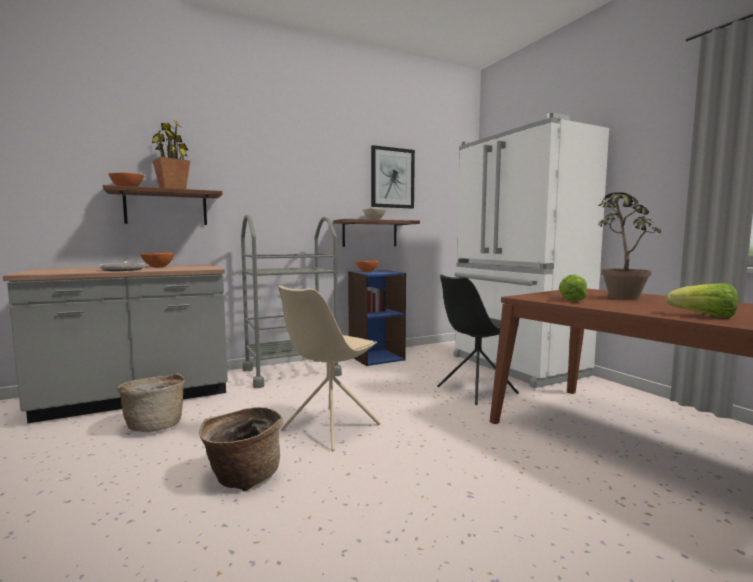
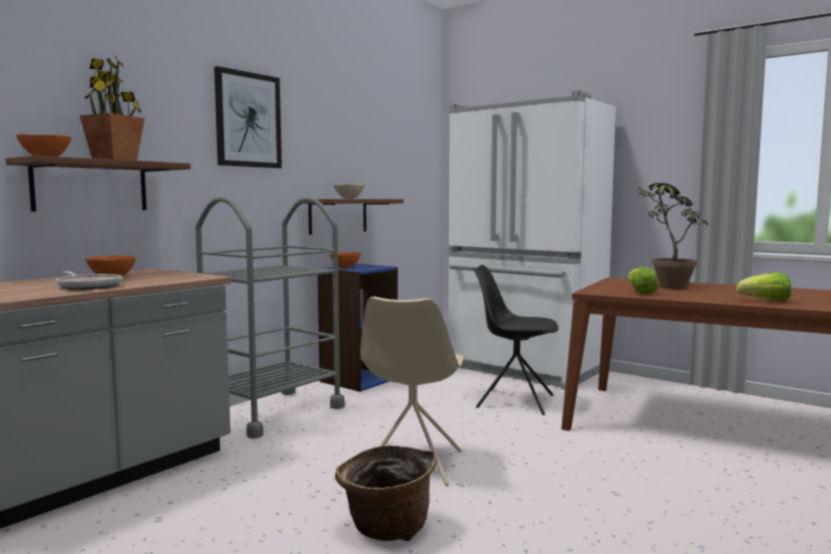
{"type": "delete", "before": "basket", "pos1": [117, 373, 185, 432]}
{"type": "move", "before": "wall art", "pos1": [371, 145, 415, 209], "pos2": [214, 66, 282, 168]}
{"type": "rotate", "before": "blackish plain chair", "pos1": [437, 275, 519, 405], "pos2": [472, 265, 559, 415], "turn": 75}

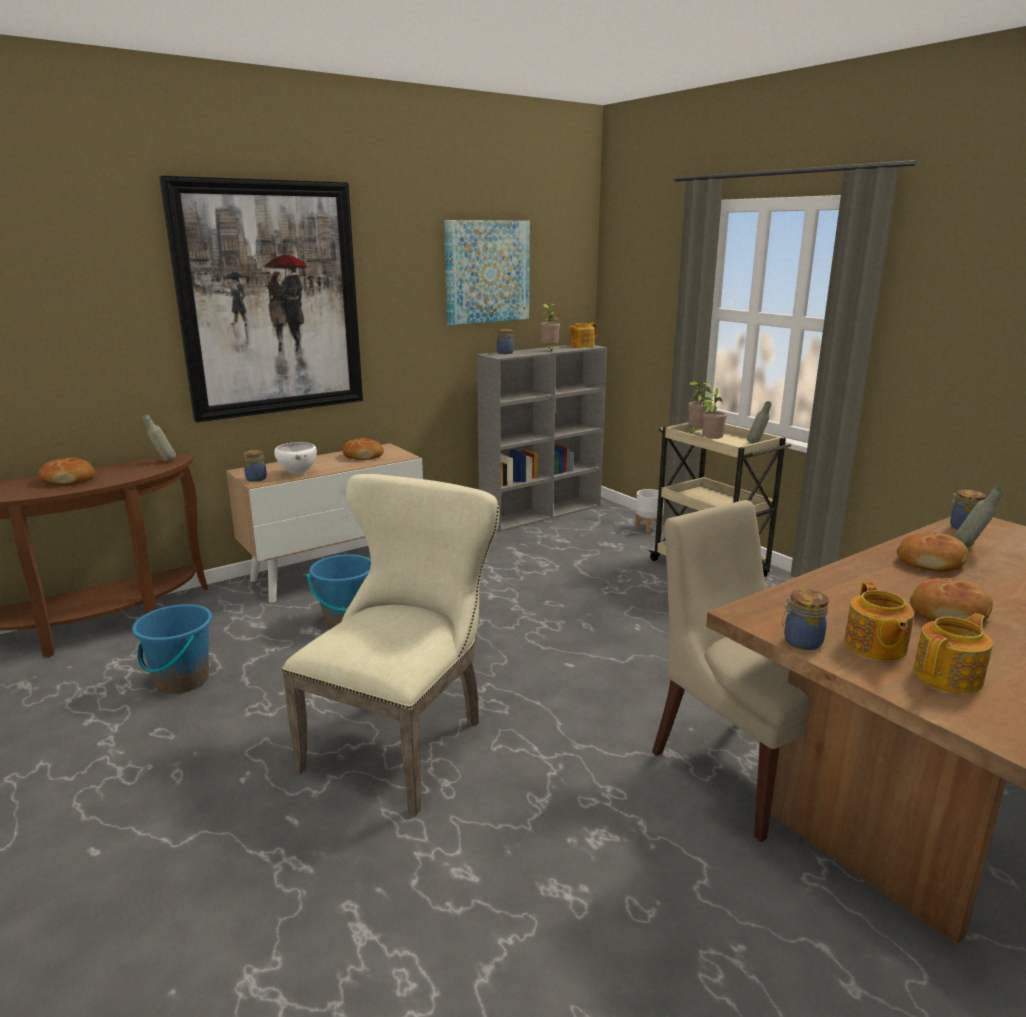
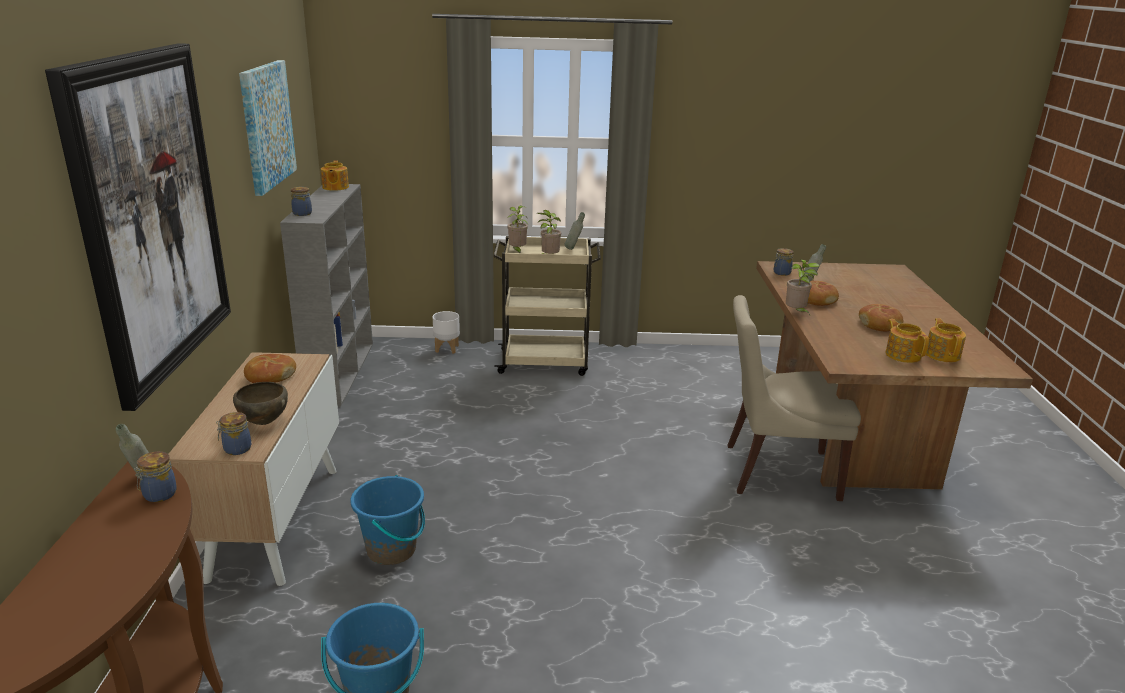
{"type": "delete", "before": "bread", "pos1": [39, 457, 95, 485]}
{"type": "delete", "before": "sand-coloured plain chair", "pos1": [282, 474, 500, 816]}
{"type": "move", "before": "houseplant", "pos1": [540, 304, 560, 351], "pos2": [786, 259, 820, 315]}
{"type": "move", "before": "storage jar", "pos1": [781, 589, 829, 650], "pos2": [134, 451, 177, 502]}
{"type": "recolor", "before": "white-coloured bowl", "after": "brown-coloured bowl", "pos1": [274, 442, 317, 474], "pos2": [233, 382, 288, 425]}
{"type": "rotate", "before": "pot for tea", "pos1": [844, 582, 914, 661], "pos2": [885, 319, 929, 363], "turn": -150}

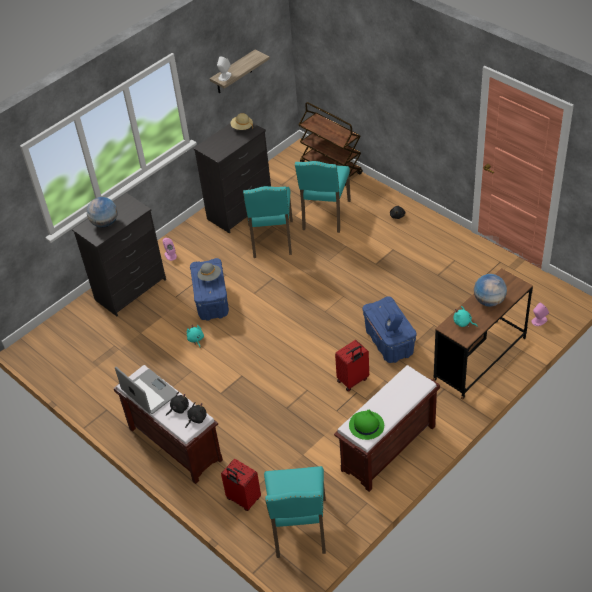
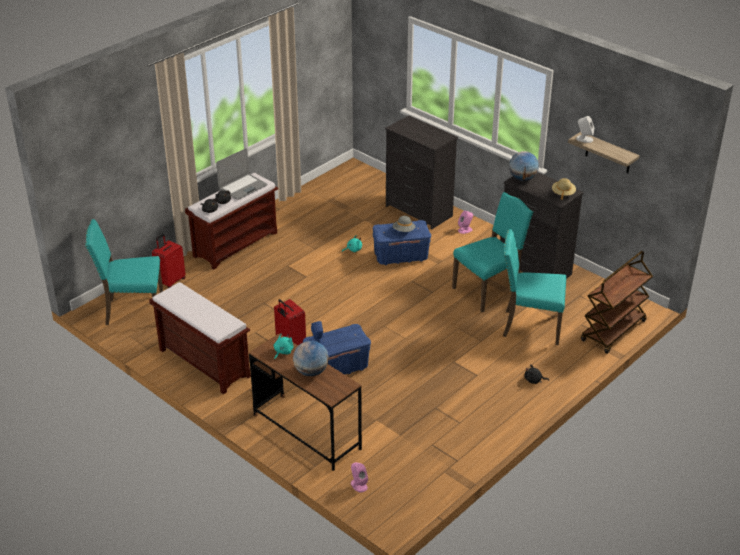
{"type": "delete", "before": "green-coloured wearable hat", "pos1": [349, 410, 384, 440]}
{"type": "move", "before": "desk globe", "pos1": [87, 197, 118, 228], "pos2": [509, 151, 539, 181]}
{"type": "rotate", "before": "turquoise-coloured plain chair", "pos1": [243, 186, 293, 258], "pos2": [452, 192, 533, 312], "turn": 150}

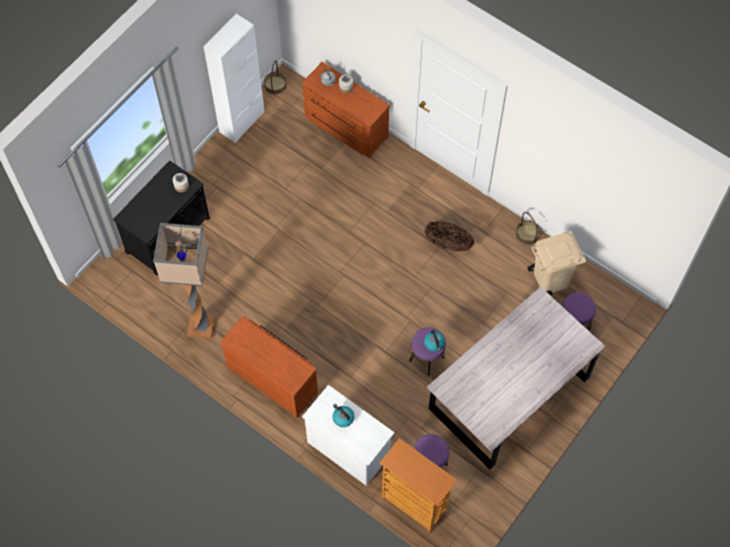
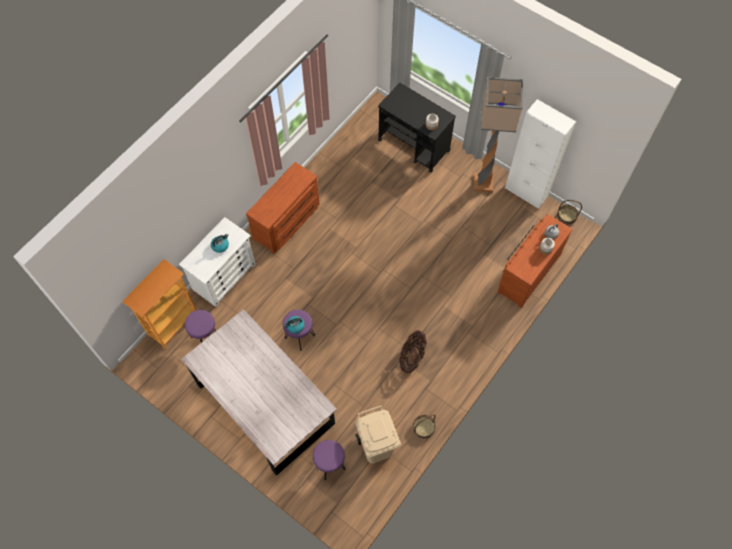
{"type": "move", "before": "standard lamp", "pos1": [153, 223, 215, 339], "pos2": [473, 77, 523, 193]}

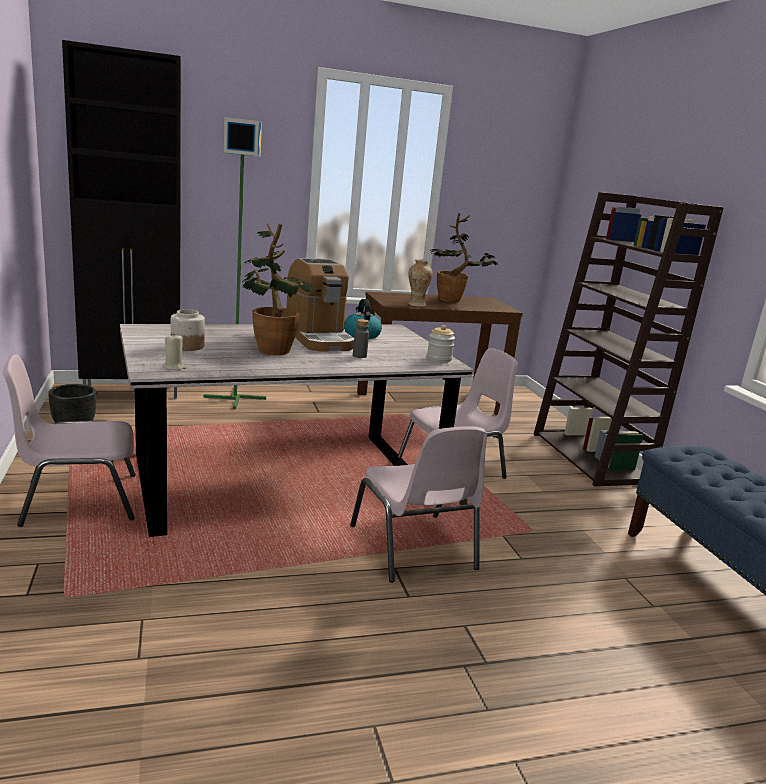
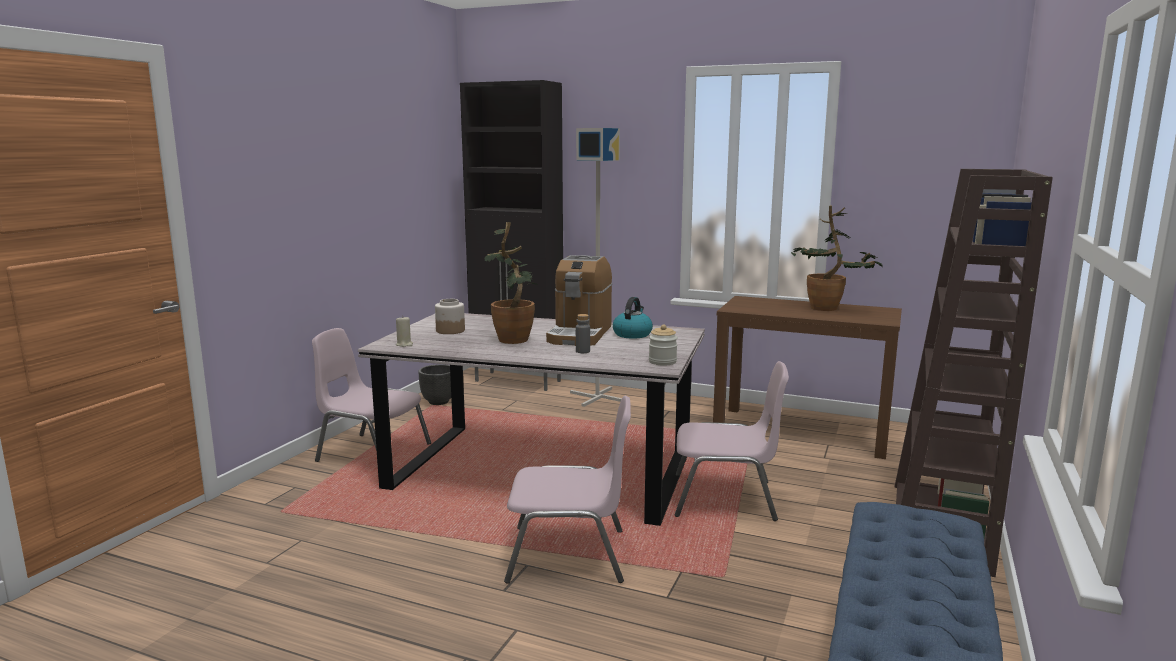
{"type": "delete", "before": "vase", "pos1": [408, 259, 433, 307]}
{"type": "recolor", "before": "green-coloured standard lamp", "after": "grey standard lamp", "pos1": [204, 117, 266, 409], "pos2": [570, 128, 622, 407]}
{"type": "rotate", "before": "pink-coloured plain chair", "pos1": [350, 426, 487, 583], "pos2": [504, 396, 631, 584], "turn": -105}

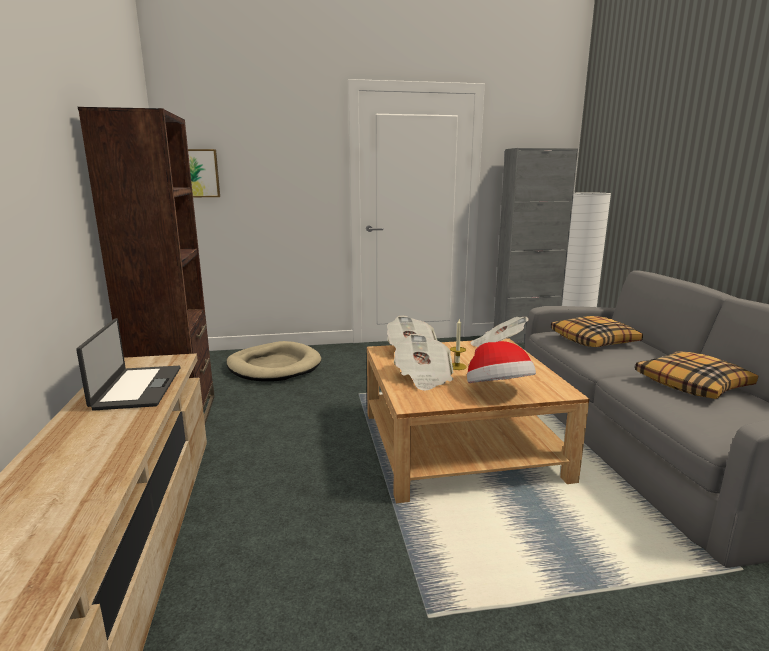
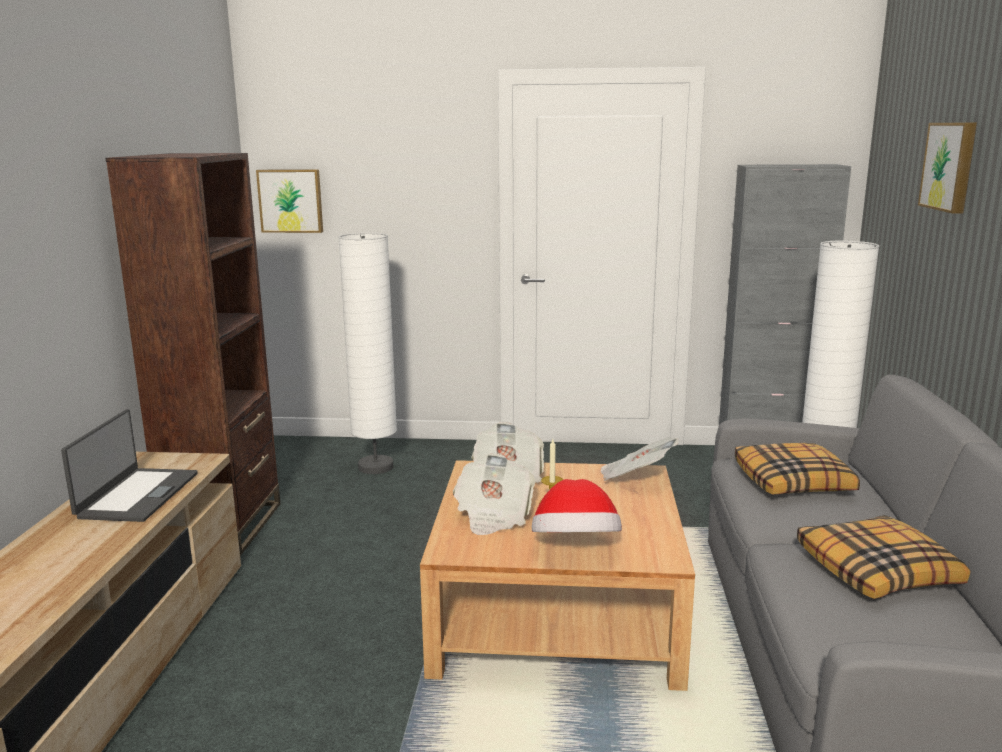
{"type": "insert", "after": "wall art", "pos2": [918, 123, 977, 214]}
{"type": "replace", "before": "sand-coloured dog bed", "after": "white-coloured standard lamp", "pos1": [226, 341, 321, 381], "pos2": [338, 232, 397, 474]}

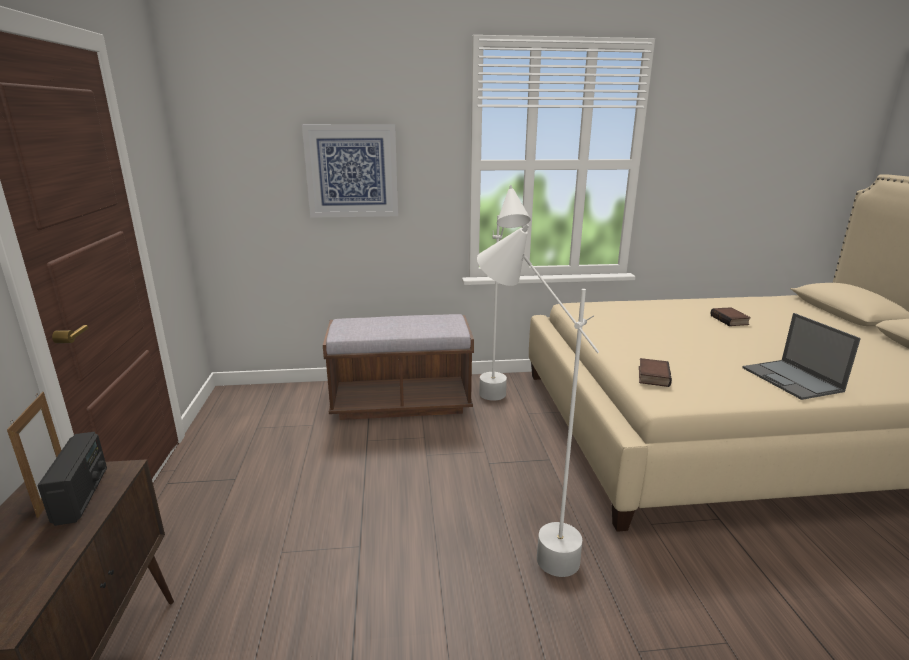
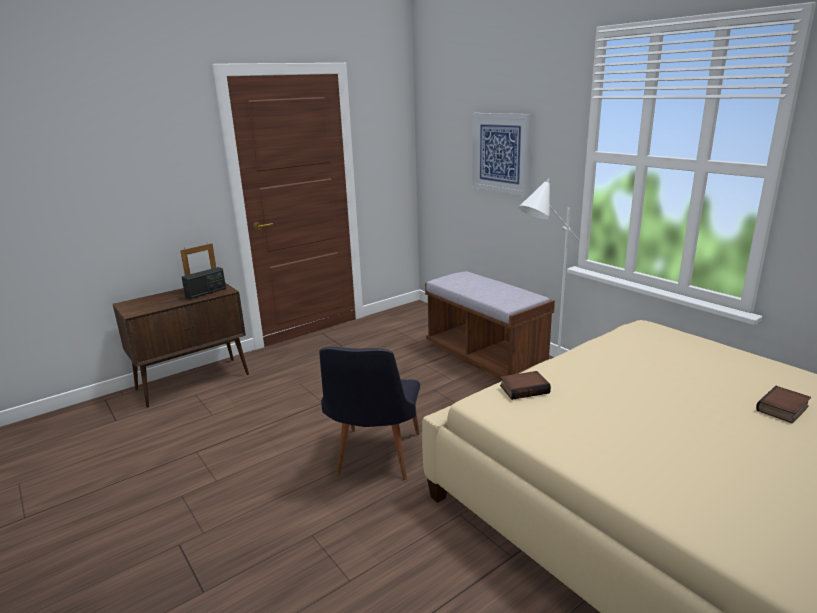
{"type": "delete", "before": "notebook computer", "pos1": [742, 313, 861, 400]}
{"type": "replace", "before": "white-coloured standard lamp", "after": "blackish plain chair", "pos1": [477, 224, 599, 577], "pos2": [319, 347, 420, 480]}

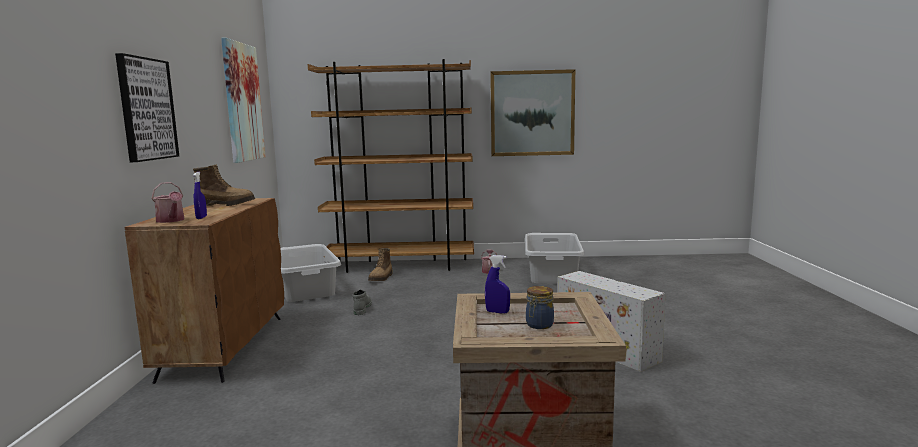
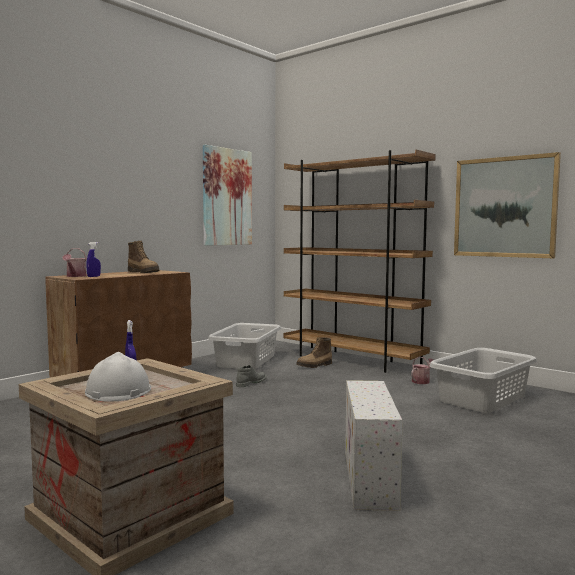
{"type": "delete", "before": "wall art", "pos1": [115, 53, 179, 162]}
{"type": "replace", "before": "storage jar", "after": "white-coloured safety helmet", "pos1": [526, 286, 554, 329], "pos2": [85, 352, 151, 402]}

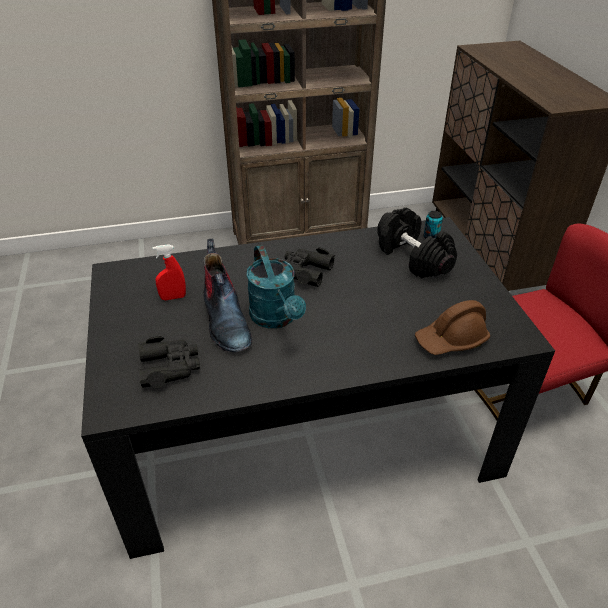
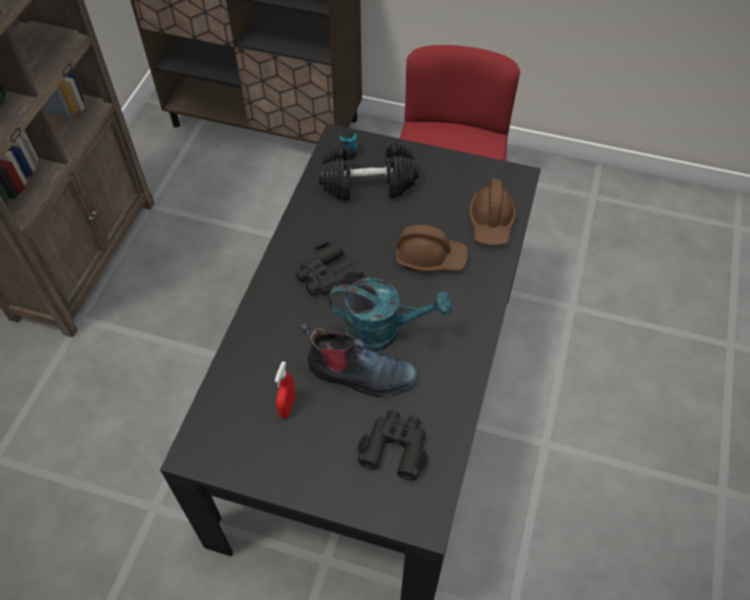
{"type": "insert", "after": "brown-coloured safety helmet", "pos2": [396, 225, 468, 272]}

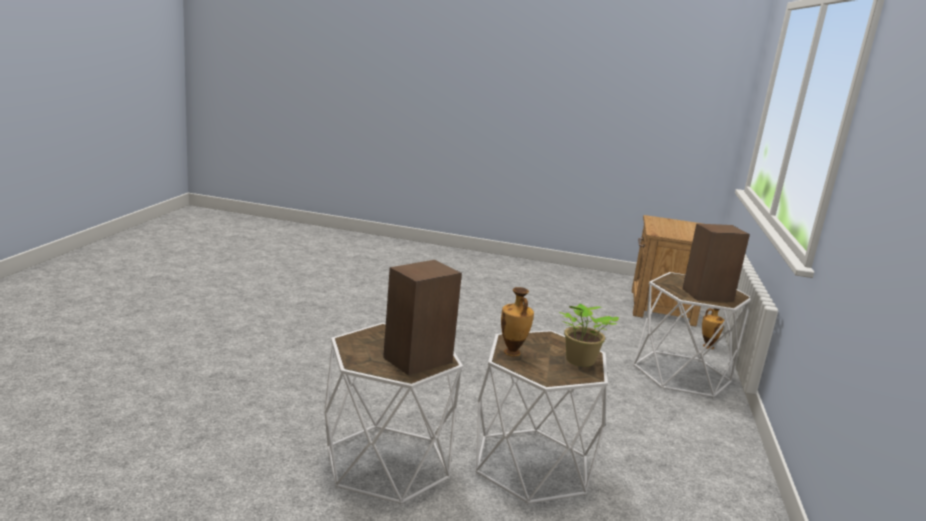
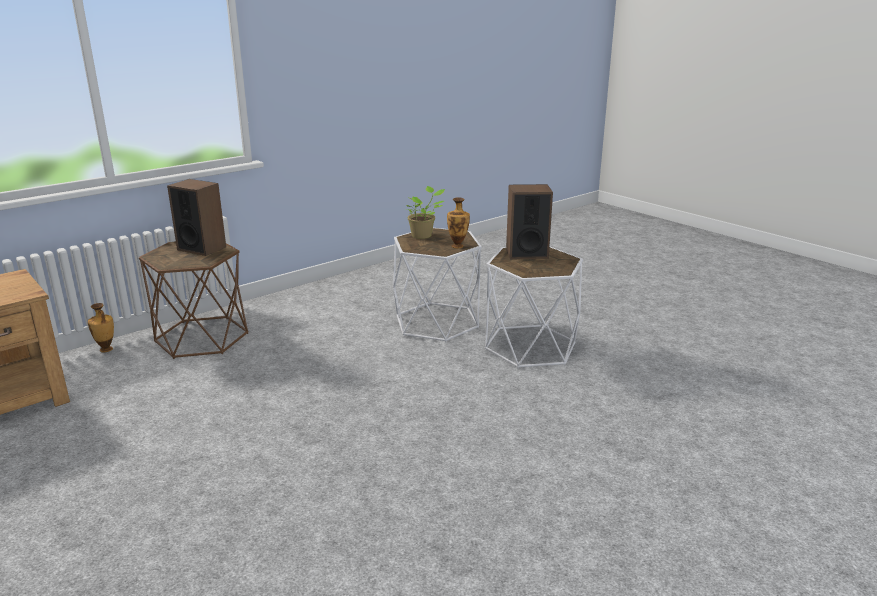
{"type": "recolor", "before": "white-coloured side table", "after": "brown-coloured side table", "pos1": [633, 272, 751, 398], "pos2": [139, 241, 249, 359]}

